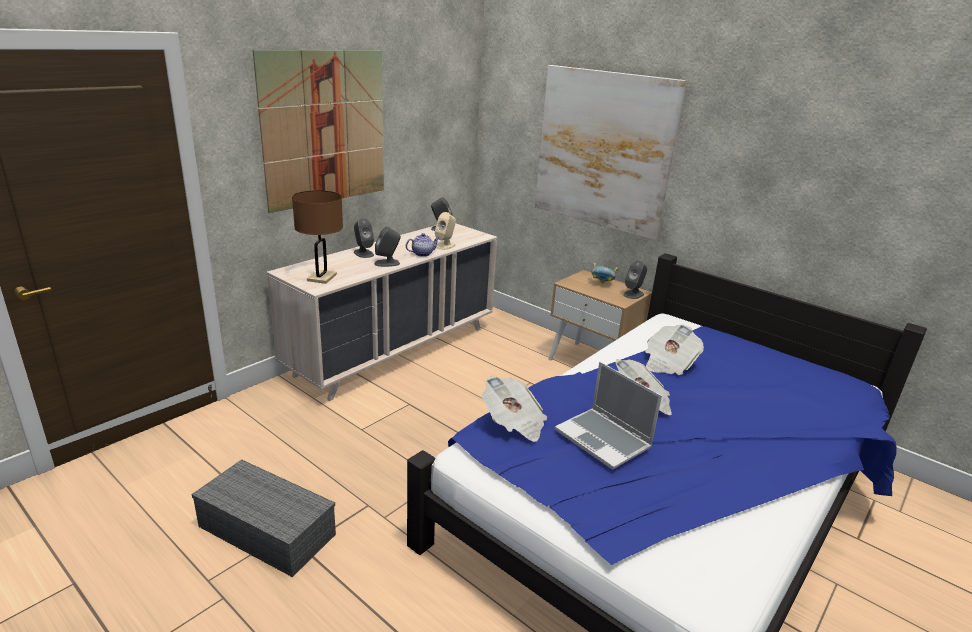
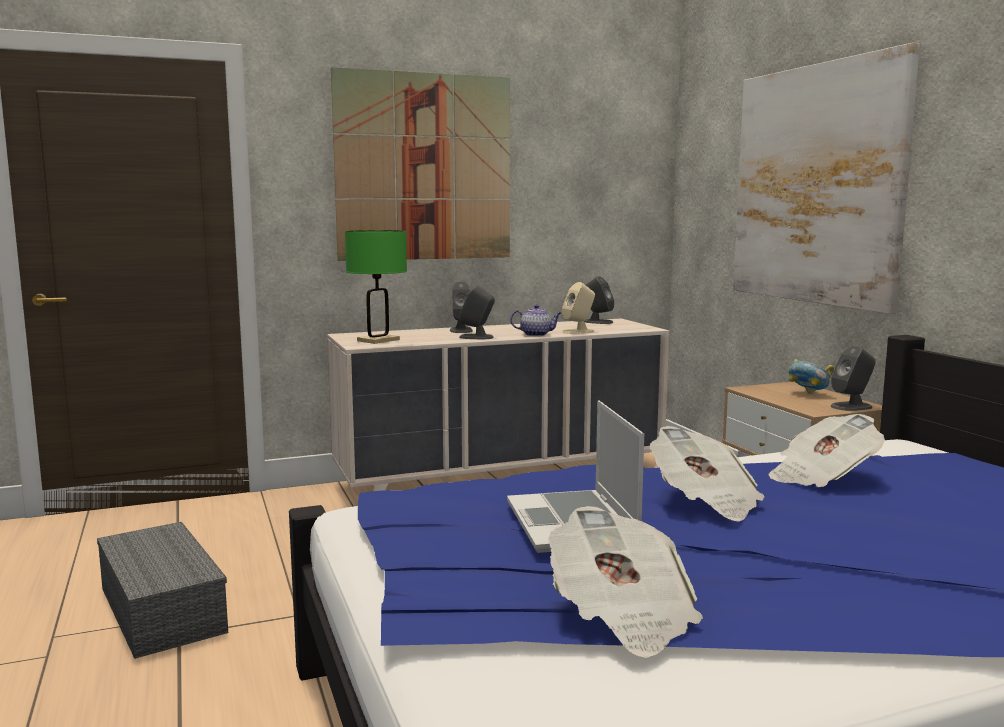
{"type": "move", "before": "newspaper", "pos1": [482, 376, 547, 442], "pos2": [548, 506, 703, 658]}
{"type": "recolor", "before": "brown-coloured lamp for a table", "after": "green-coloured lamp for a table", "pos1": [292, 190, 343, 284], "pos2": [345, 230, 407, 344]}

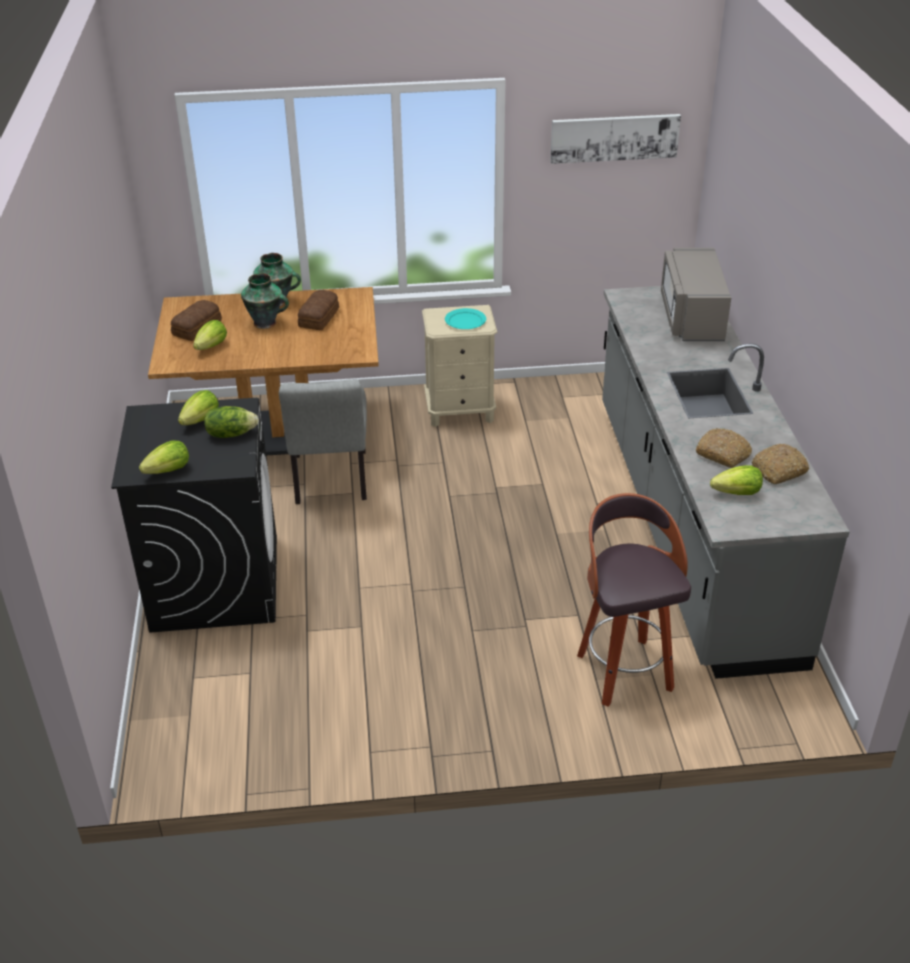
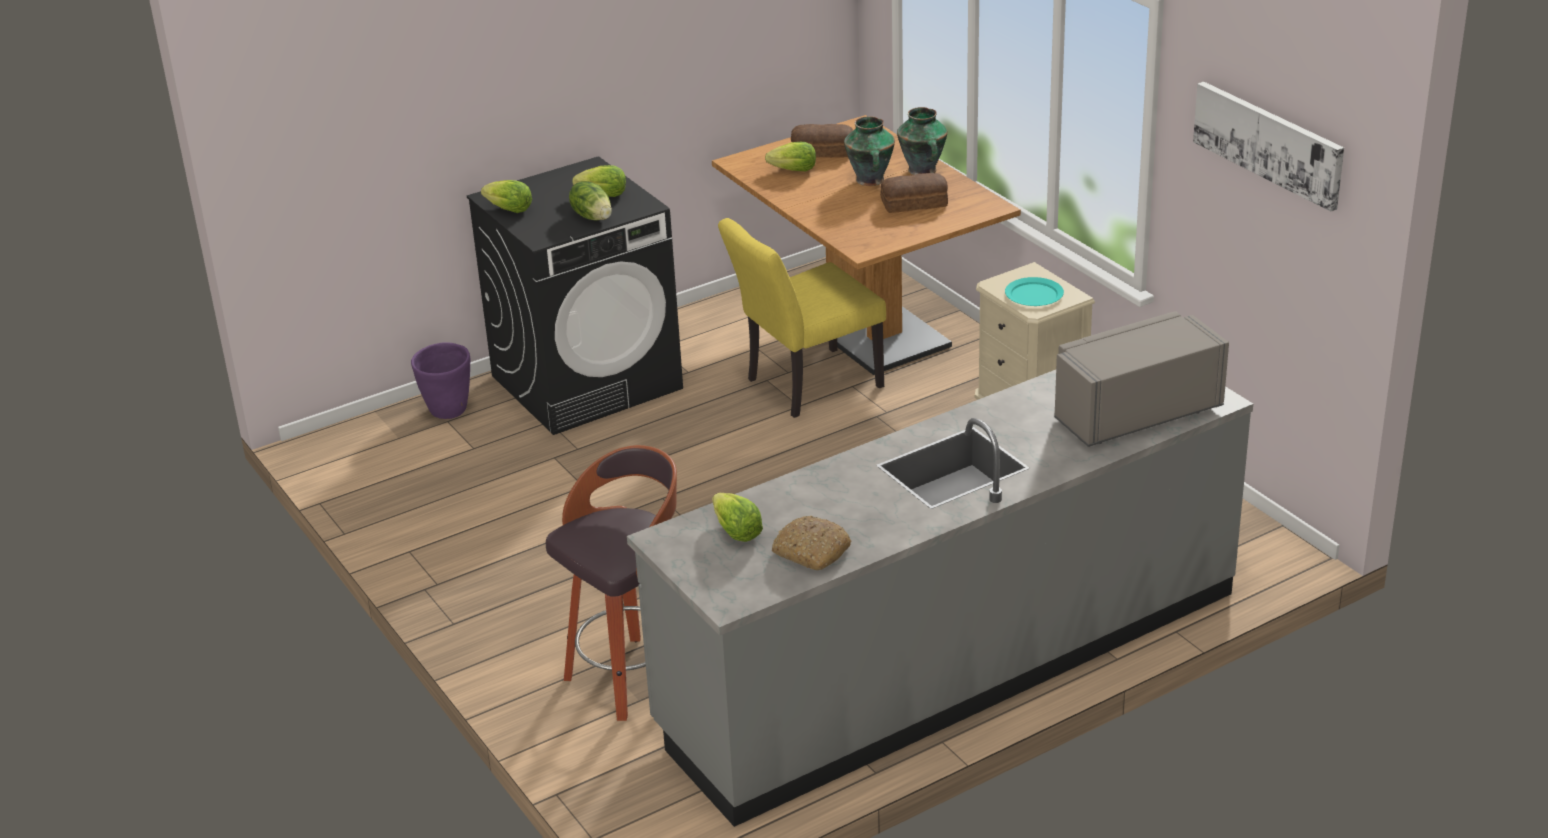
{"type": "delete", "before": "bread", "pos1": [695, 428, 752, 468]}
{"type": "insert", "after": "purplish planter", "pos2": [411, 342, 470, 419]}
{"type": "recolor", "before": "grey plain chair", "after": "yellow-coloured plain chair", "pos1": [279, 379, 367, 504], "pos2": [718, 218, 886, 418]}

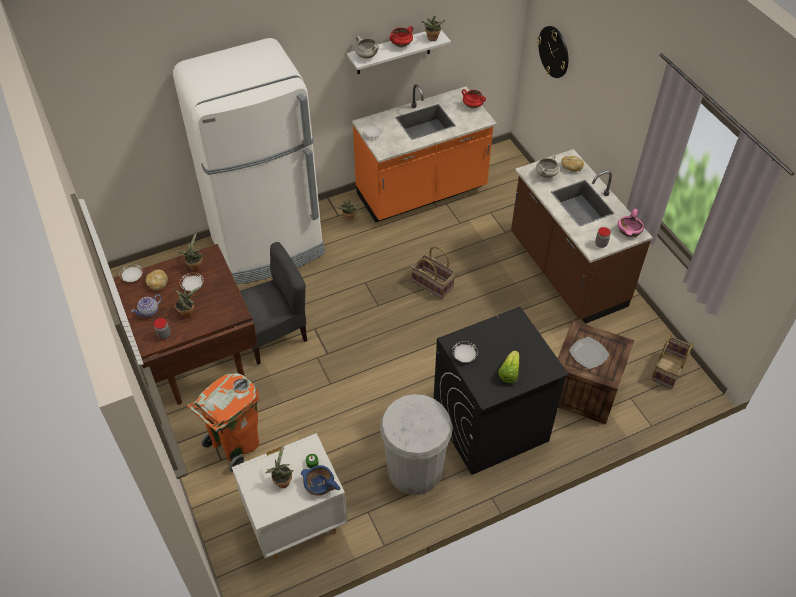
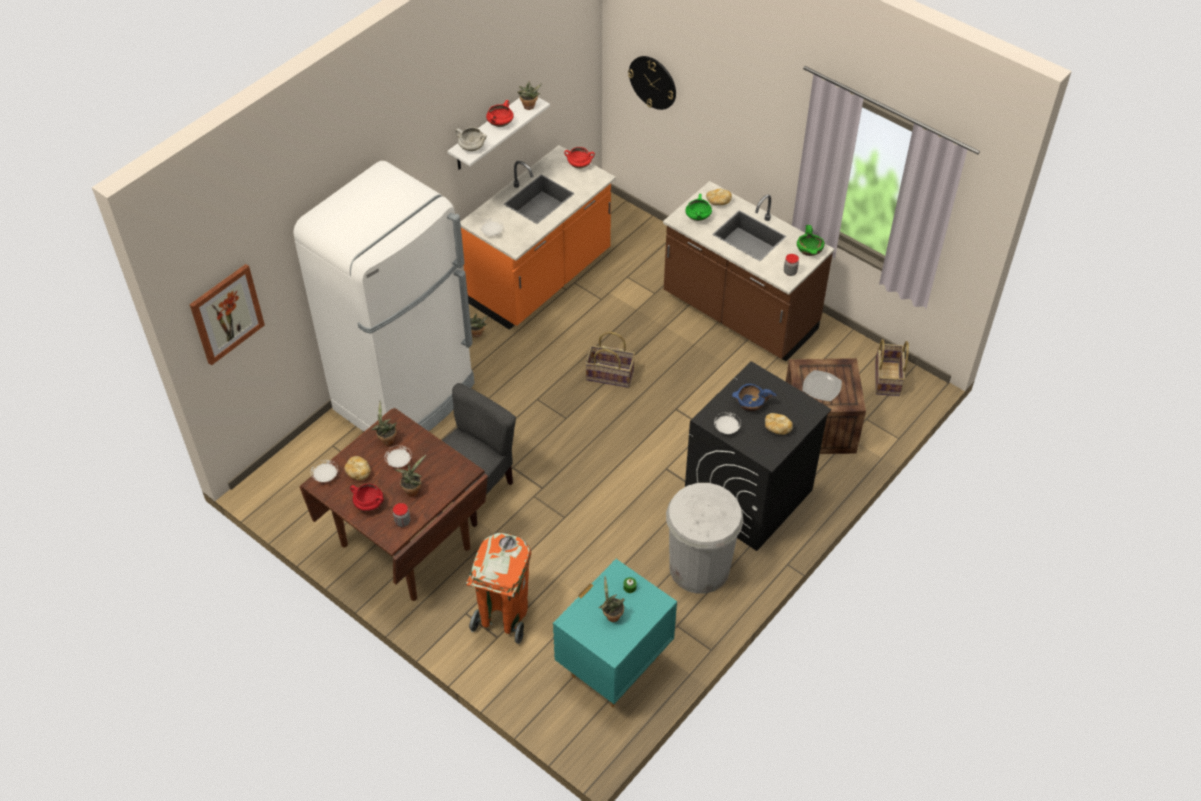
{"type": "insert", "after": "wall art", "pos2": [189, 264, 265, 365]}
{"type": "move", "before": "blue bowl", "pos1": [301, 465, 340, 495], "pos2": [732, 384, 777, 411]}
{"type": "replace", "before": "pot for tea", "after": "red saucepot", "pos1": [131, 294, 162, 317], "pos2": [350, 484, 384, 511]}
{"type": "replace", "before": "lettuce head", "after": "bread", "pos1": [498, 351, 520, 383], "pos2": [765, 413, 793, 435]}
{"type": "recolor", "before": "white-coloured nightstand", "after": "turquoise-coloured nightstand", "pos1": [232, 433, 348, 560], "pos2": [553, 559, 677, 707]}
{"type": "recolor", "before": "white-coloured saucepot", "after": "green-coloured saucepot", "pos1": [536, 155, 560, 178], "pos2": [685, 194, 712, 221]}
{"type": "recolor", "before": "pink-coloured bowl", "after": "green-coloured bowl", "pos1": [617, 209, 644, 237], "pos2": [797, 225, 825, 256]}

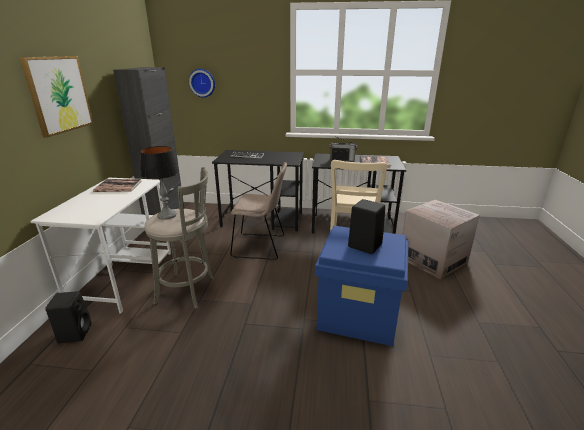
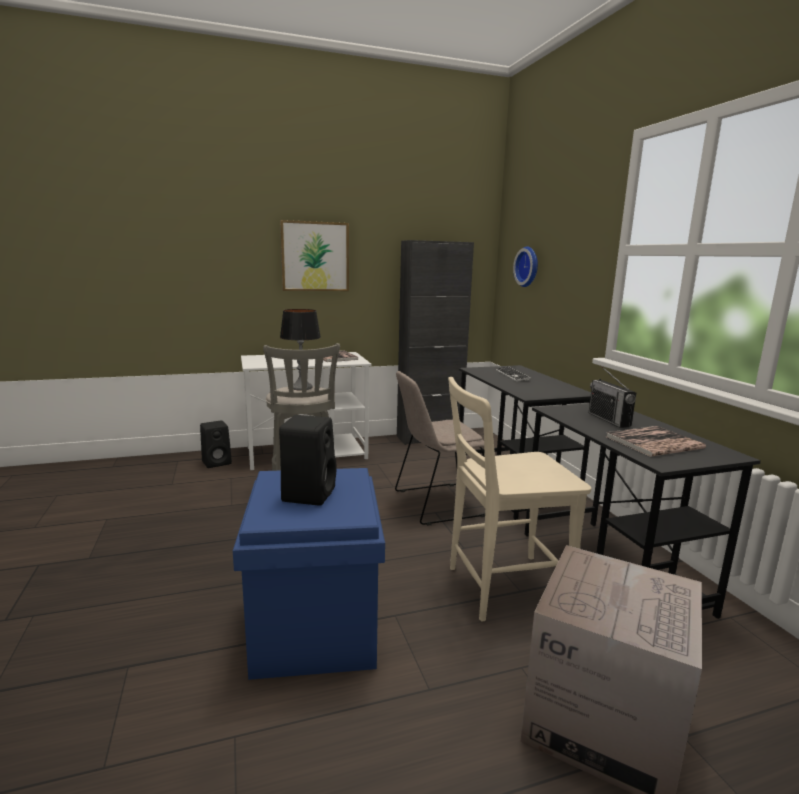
{"type": "rotate", "before": "sand-coloured plain chair", "pos1": [230, 162, 287, 260], "pos2": [395, 371, 485, 526], "turn": 90}

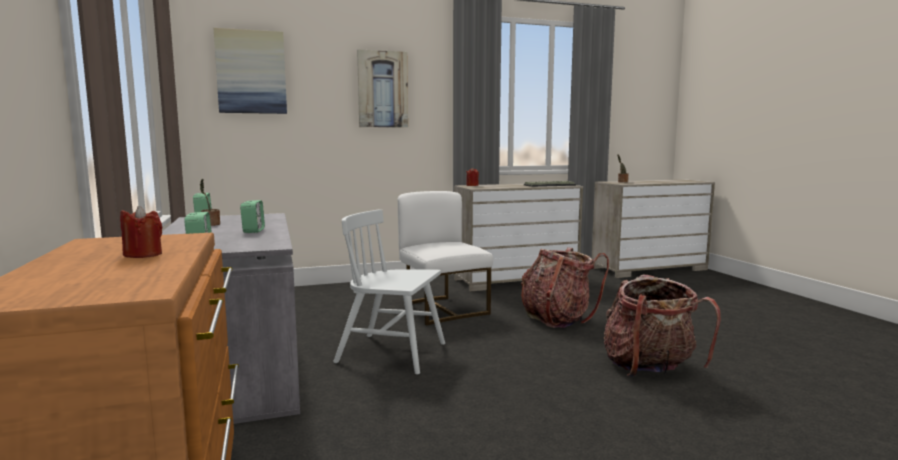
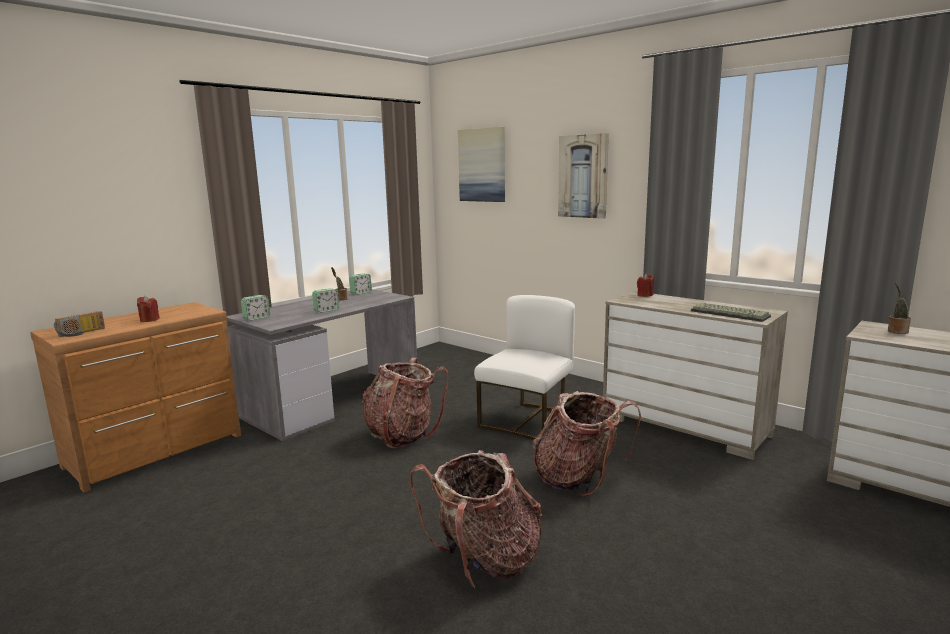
{"type": "insert", "after": "radio receiver", "pos2": [54, 311, 105, 337]}
{"type": "replace", "before": "white-coloured plain chair", "after": "rucksack", "pos1": [333, 209, 445, 375], "pos2": [362, 357, 448, 448]}

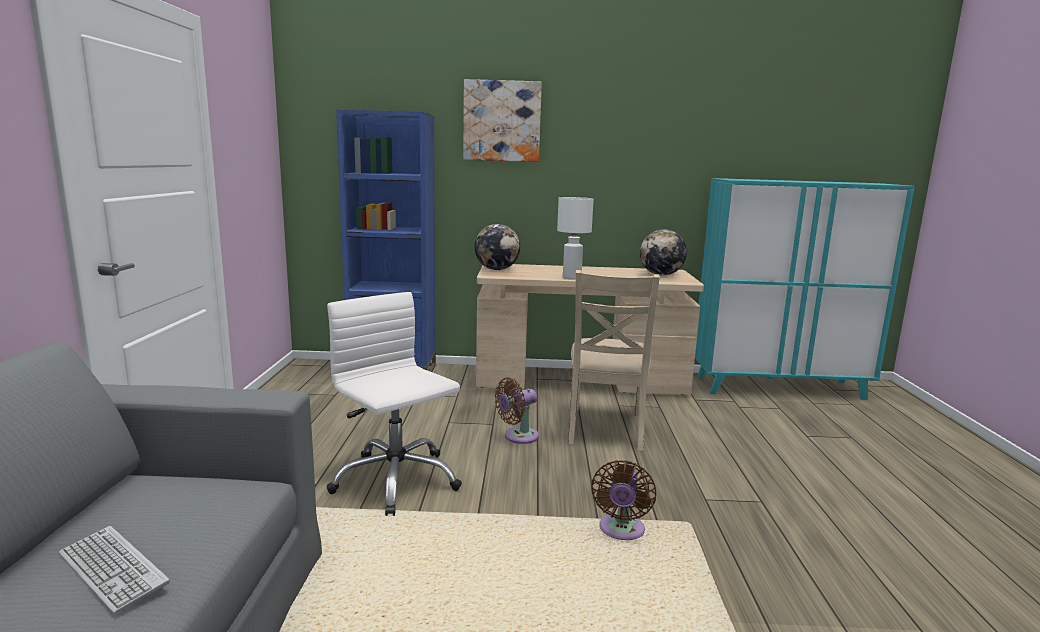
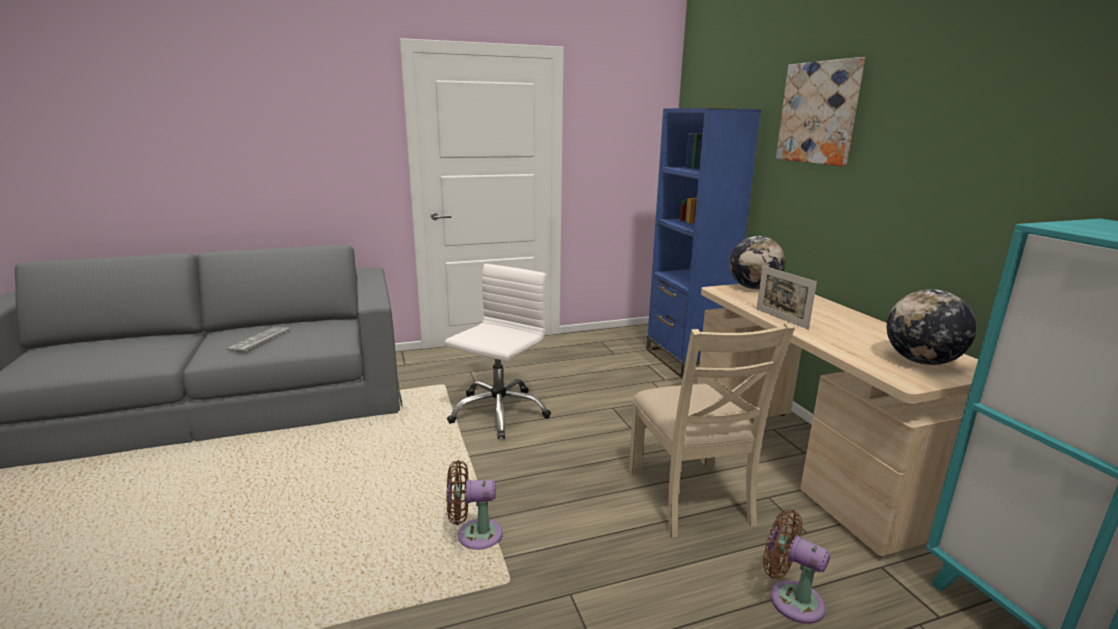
{"type": "move", "before": "brown-coloured electric fan", "pos1": [495, 378, 539, 444], "pos2": [763, 509, 830, 624]}
{"type": "replace", "before": "white-coloured lamp for a table", "after": "photo frame", "pos1": [557, 197, 594, 280], "pos2": [757, 266, 817, 329]}
{"type": "rotate", "before": "sand-coloured plain chair", "pos1": [568, 270, 660, 451], "pos2": [629, 323, 795, 537], "turn": -90}

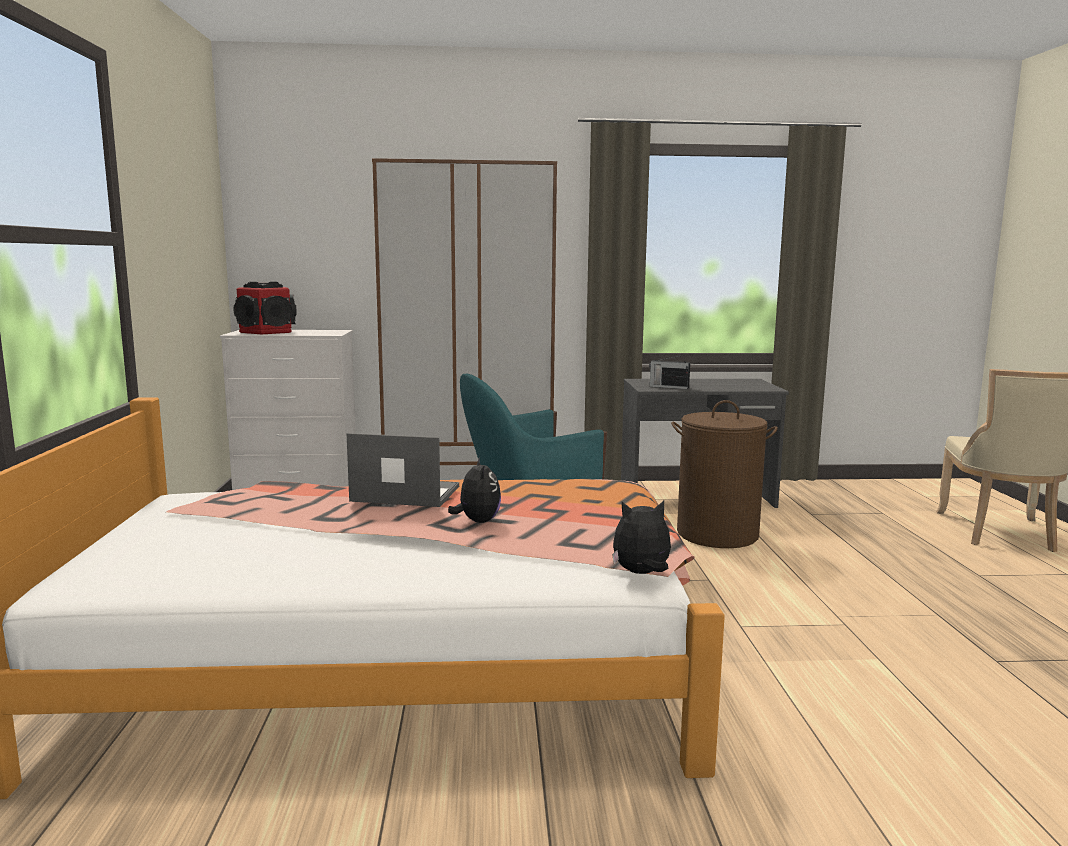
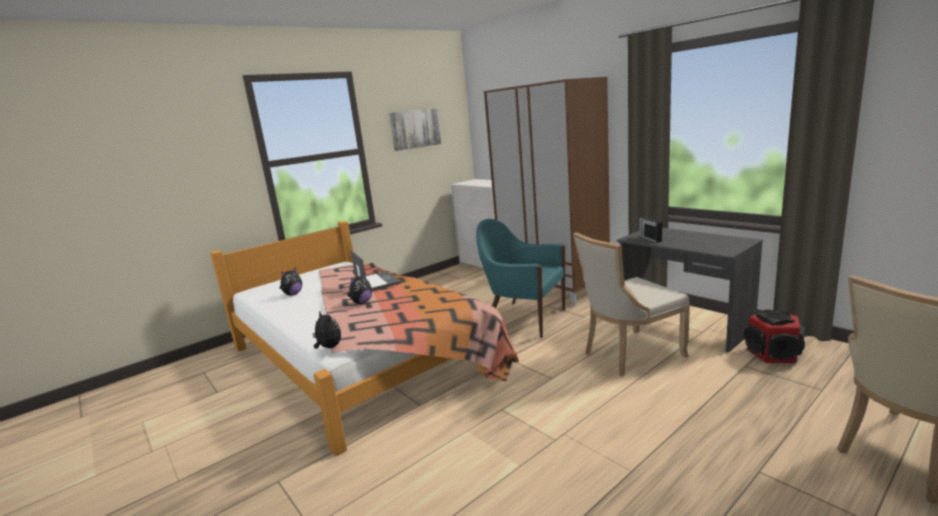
{"type": "insert", "after": "plush toy", "pos2": [280, 267, 302, 296]}
{"type": "insert", "after": "wall art", "pos2": [389, 108, 441, 151]}
{"type": "move", "before": "audio speaker", "pos1": [233, 282, 297, 334], "pos2": [744, 310, 805, 363]}
{"type": "replace", "before": "brown-coloured washing basket", "after": "sand-coloured plain chair", "pos1": [671, 400, 778, 548], "pos2": [573, 232, 690, 376]}

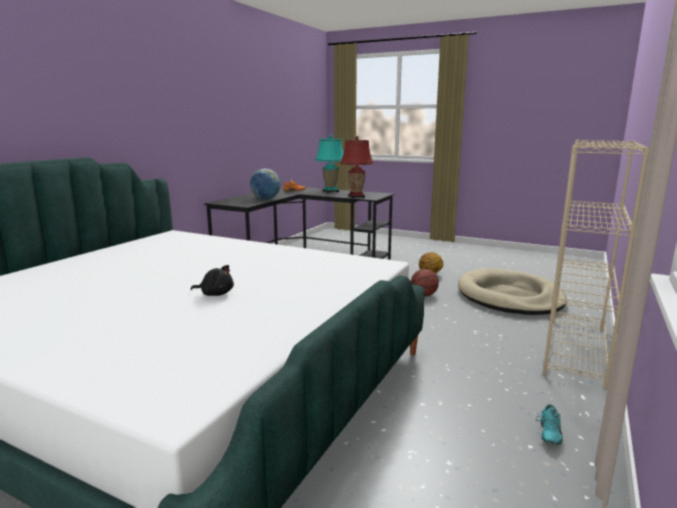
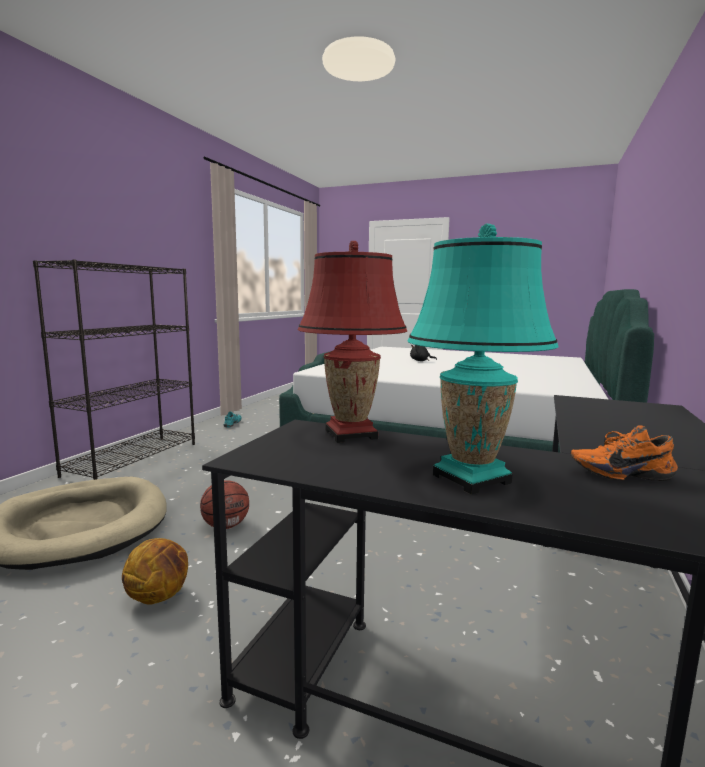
{"type": "delete", "before": "desk globe", "pos1": [250, 168, 281, 199]}
{"type": "recolor", "before": "sand-coloured bookcase", "after": "blackish bookcase", "pos1": [543, 140, 649, 389], "pos2": [33, 260, 195, 480]}

